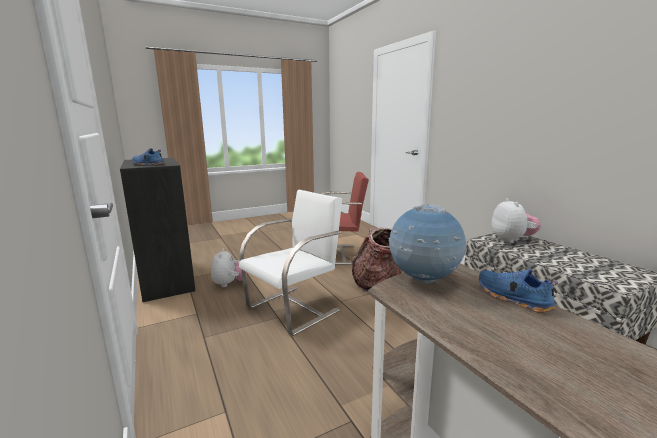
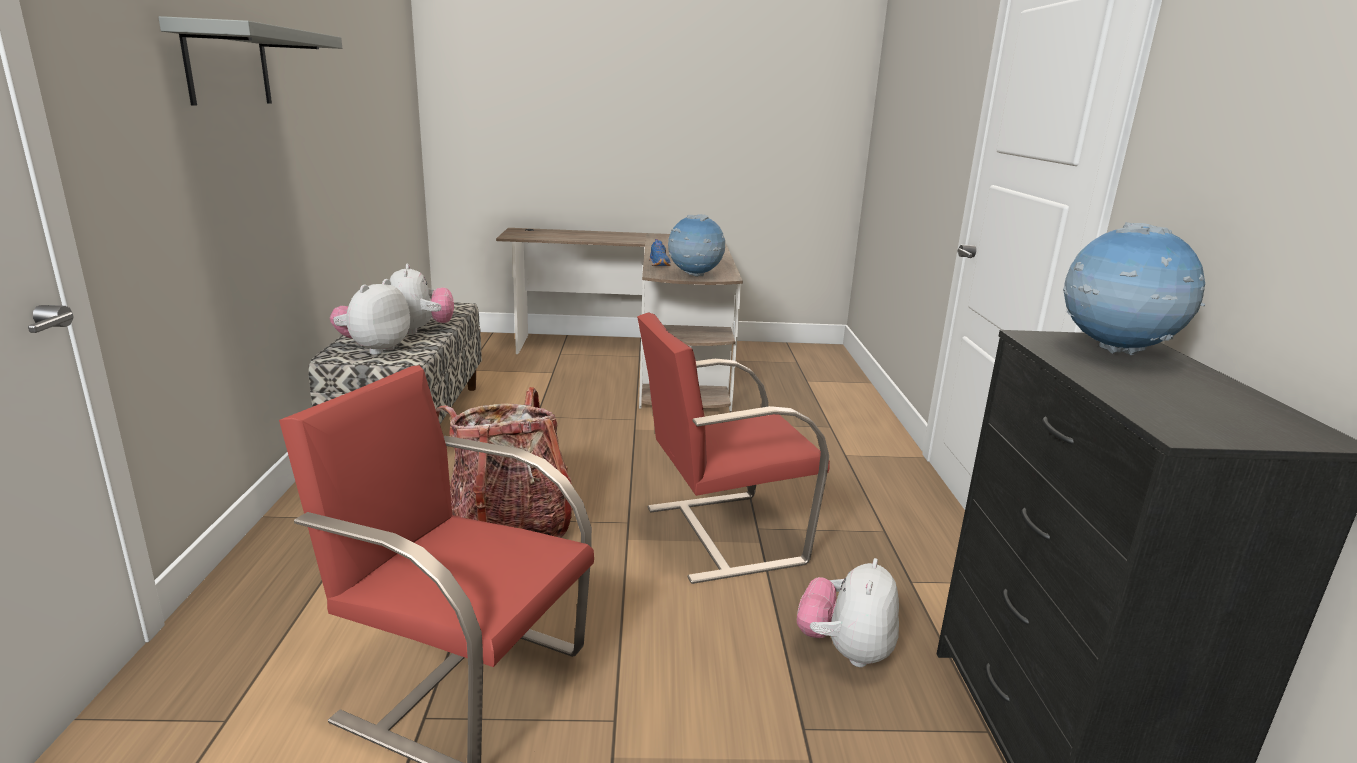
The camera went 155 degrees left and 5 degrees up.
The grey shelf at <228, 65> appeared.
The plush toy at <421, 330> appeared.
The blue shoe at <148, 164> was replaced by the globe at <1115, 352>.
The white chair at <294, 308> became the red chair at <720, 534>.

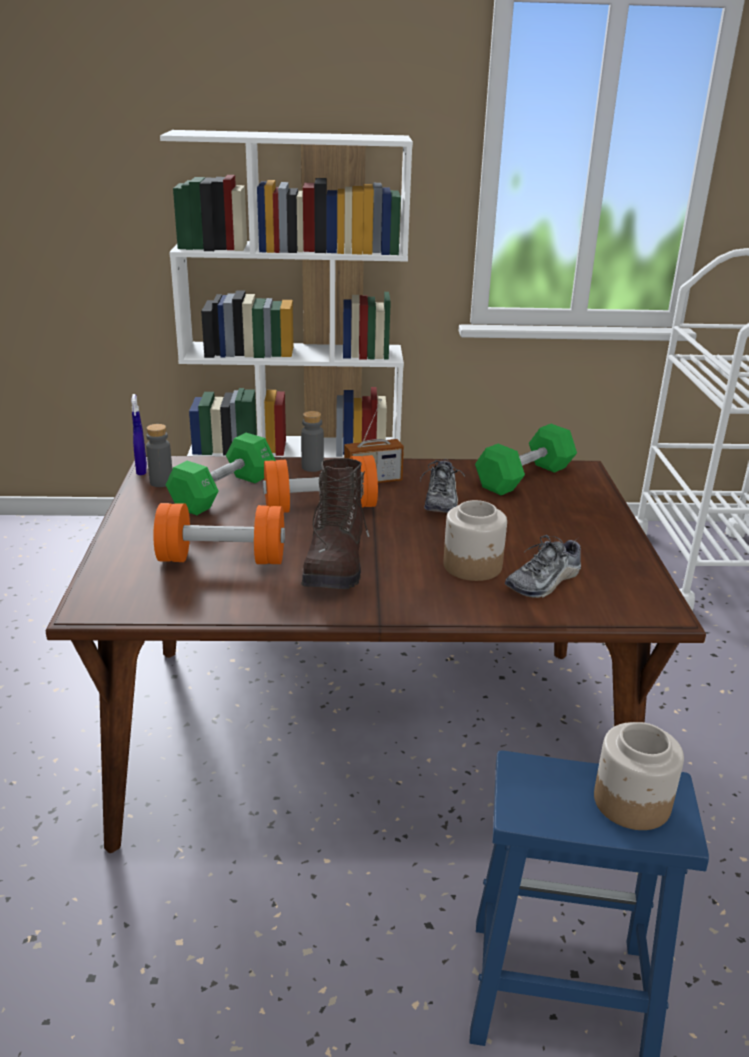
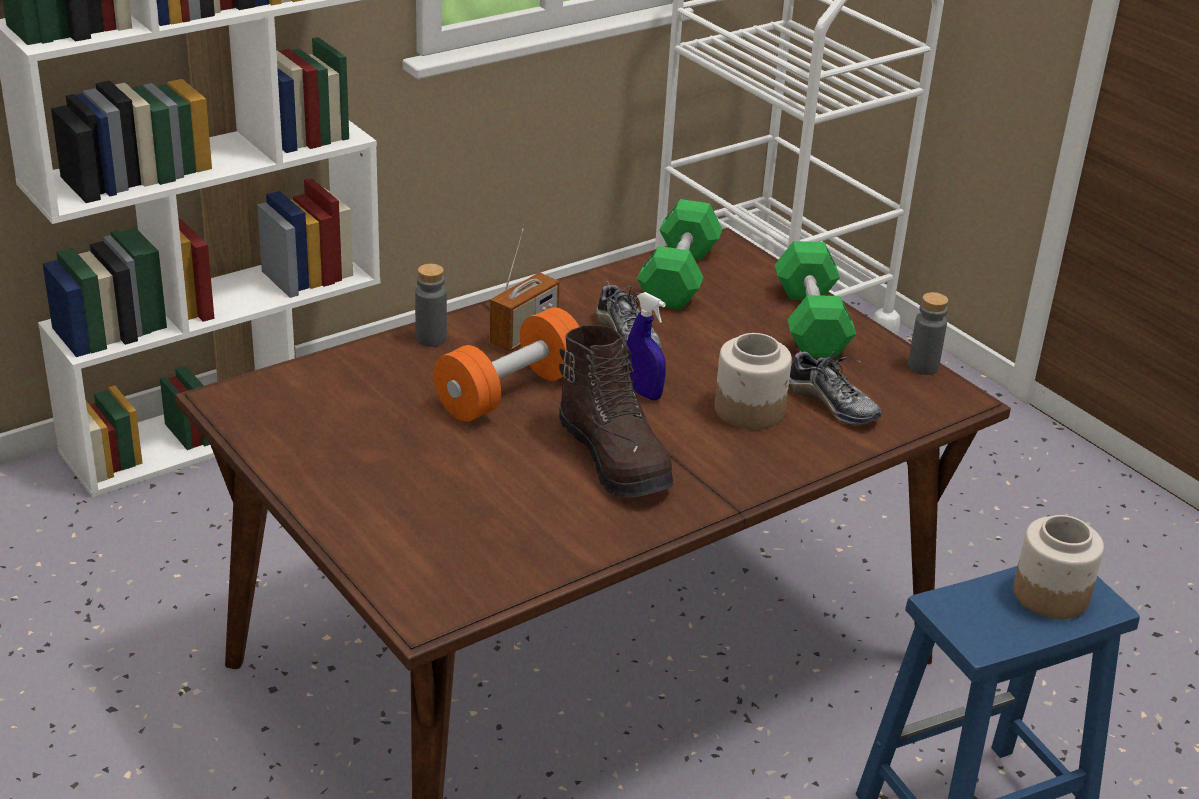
The camera went 35 degrees left and 5 degrees up.
The orange dumbbell at <222, 559> disappeared.
The blue spray bottle moved from <141, 470> to <643, 393>.
The grey bottle moved from <161, 482> to <923, 367>.
The green dumbbell moved from <223, 492> to <811, 322>.
The shoe at <544, 582> turned 60 degrees counterclockwise.

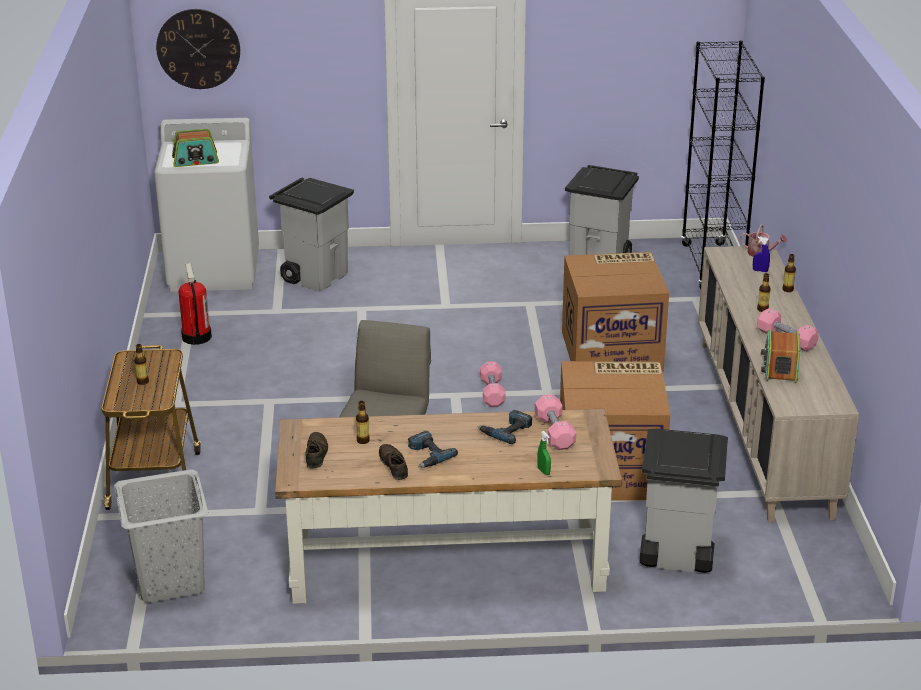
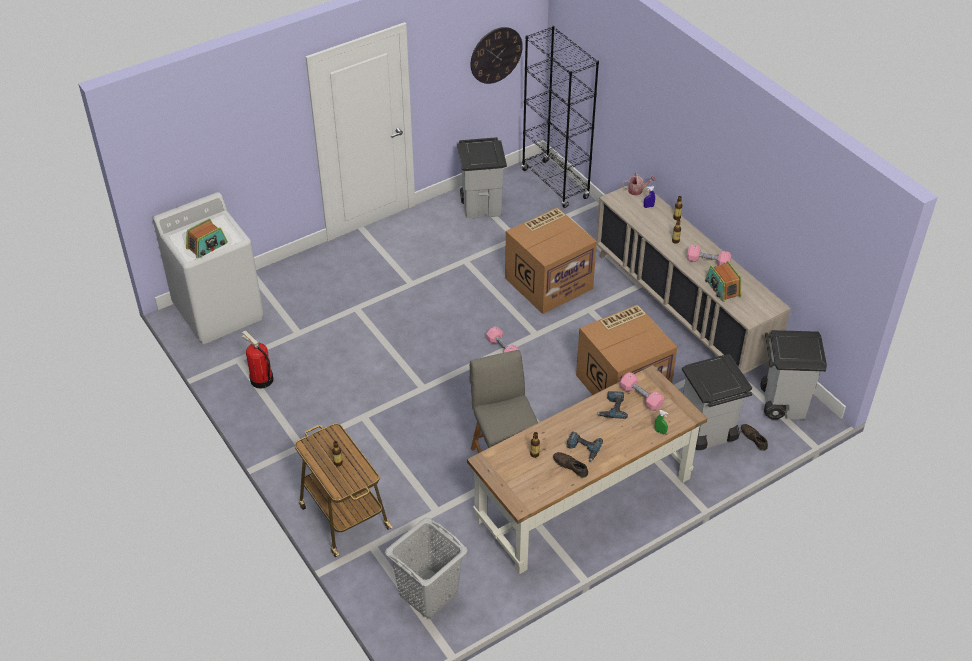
The camera went 30 degrees left and 15 degrees up.
The wall clock moved from <198, 49> to <496, 55>.
The grey trash can moved from <316, 276> to <782, 403>.
The brown shoe moved from <316, 454> to <754, 438>.

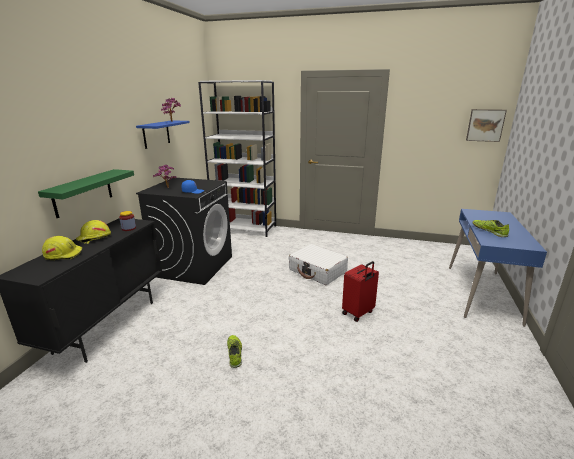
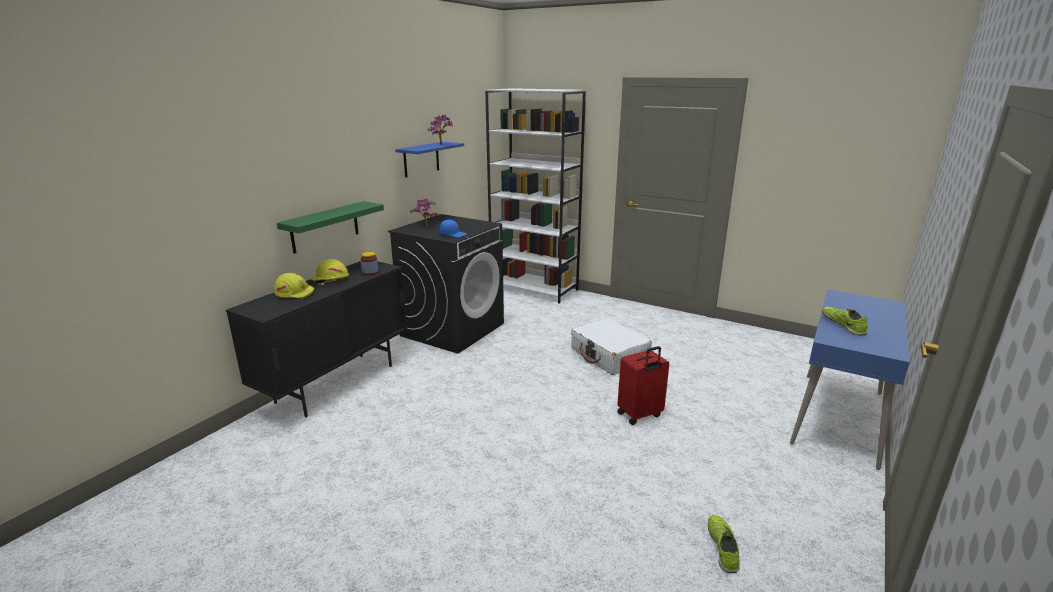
The camera went 15 degrees right and 0 degrees up.
The picture at <485, 125> disappeared.
The shoe moved from <234, 353> to <722, 547>.

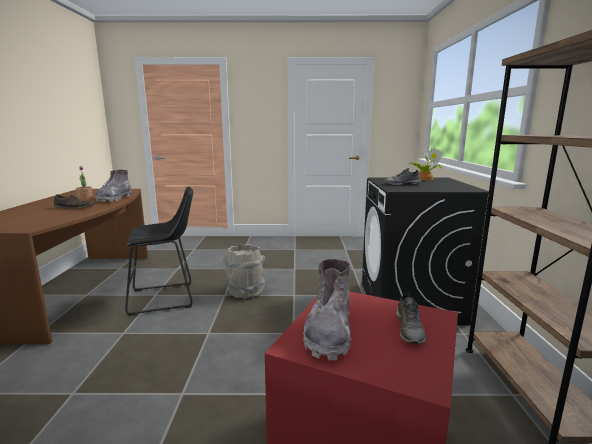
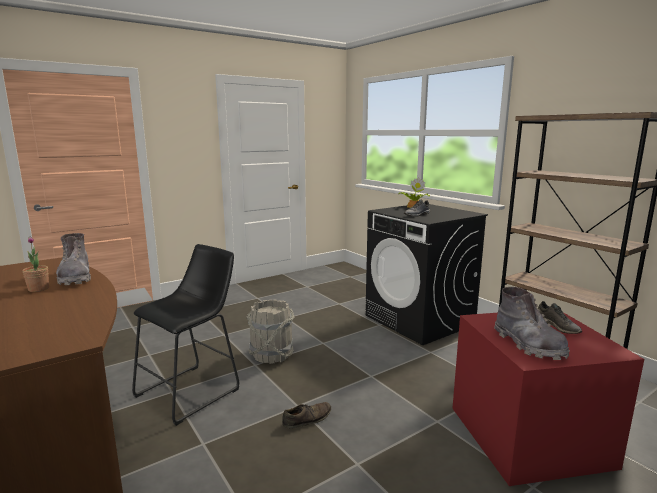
The camera went 35 degrees left and 0 degrees up.
The brown shoe moved from <74, 207> to <307, 419>.

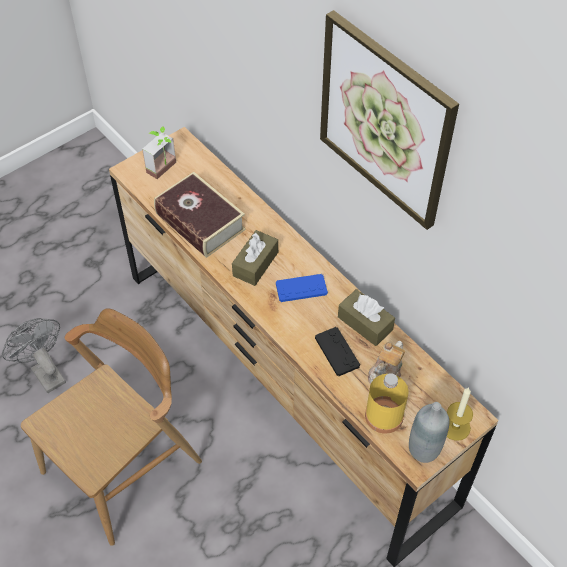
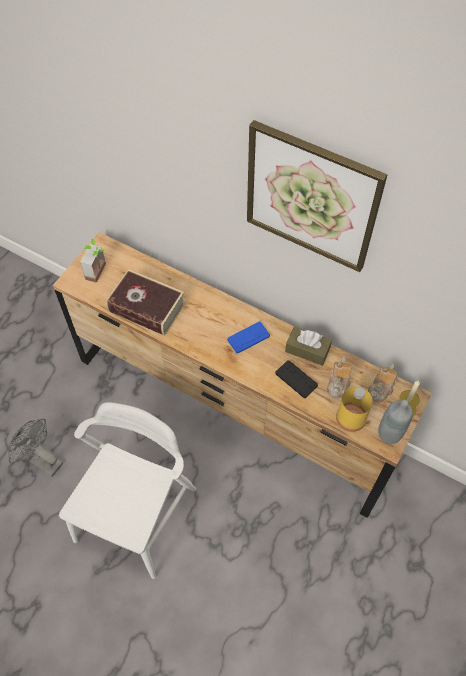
The camera went 20 degrees left and 5 degrees up.
The brown tissue box at <255, 264> disappeared.
The teapot at <381, 389> appeared.
The brown chair at <123, 467> became the white chair at <137, 514>.

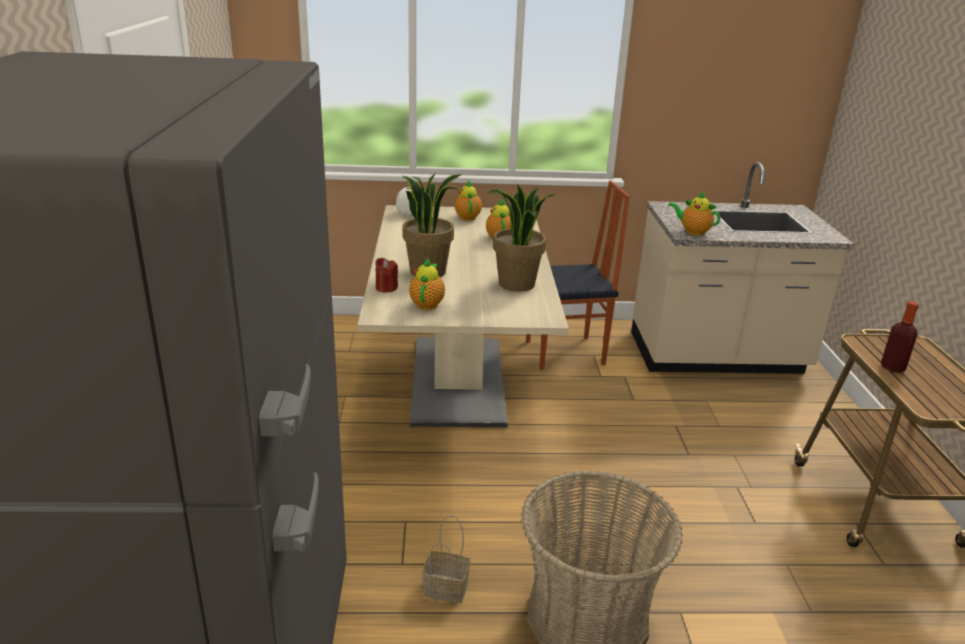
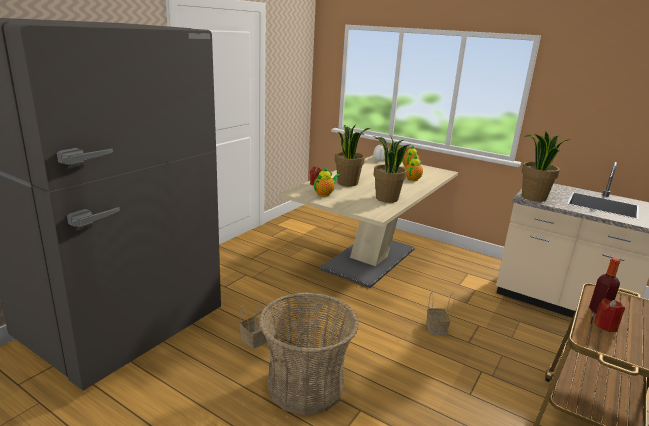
The camera went 35 degrees right and 5 degrees down.
The chair at <566, 353> disappeared.
The basket at <437, 329> appeared.
The red candle at <605, 326> appeared.
The teapot at <693, 232> was replaced by the potted plant at <534, 197>.

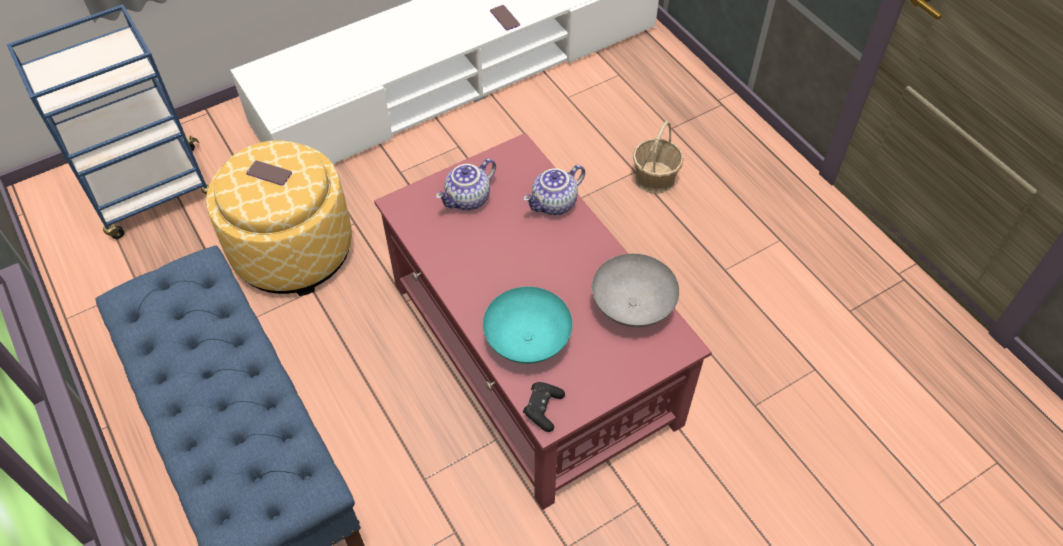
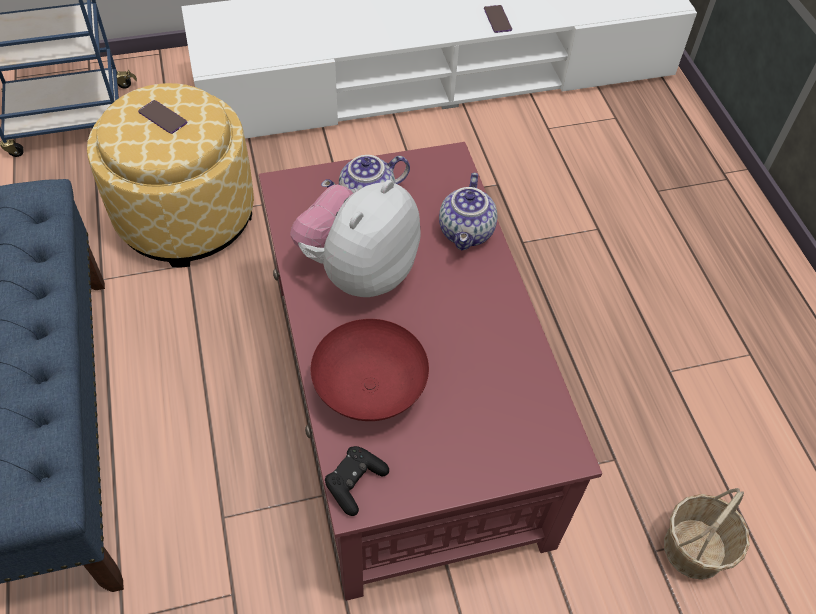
The camera went 15 degrees right and 0 degrees up.
The grey bowl at <631, 307> disappeared.
The plush toy at <358, 271> appeared.
The basket moved from <655, 178> to <695, 549>.
The turquoise bowl at <526, 340> became the red bowl at <369, 388>.
The teapot at <554, 204> turned 60 degrees counterclockwise.

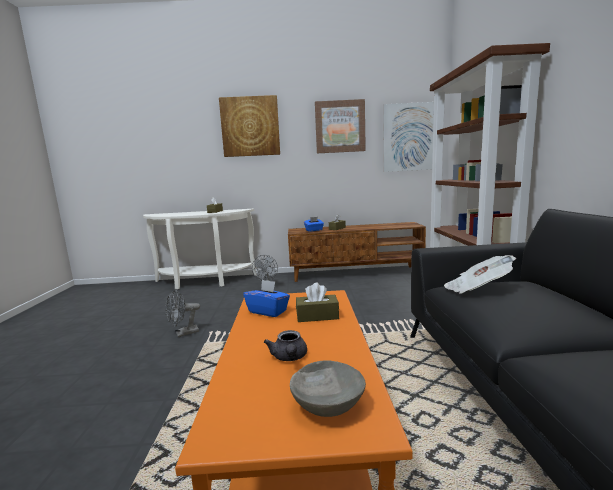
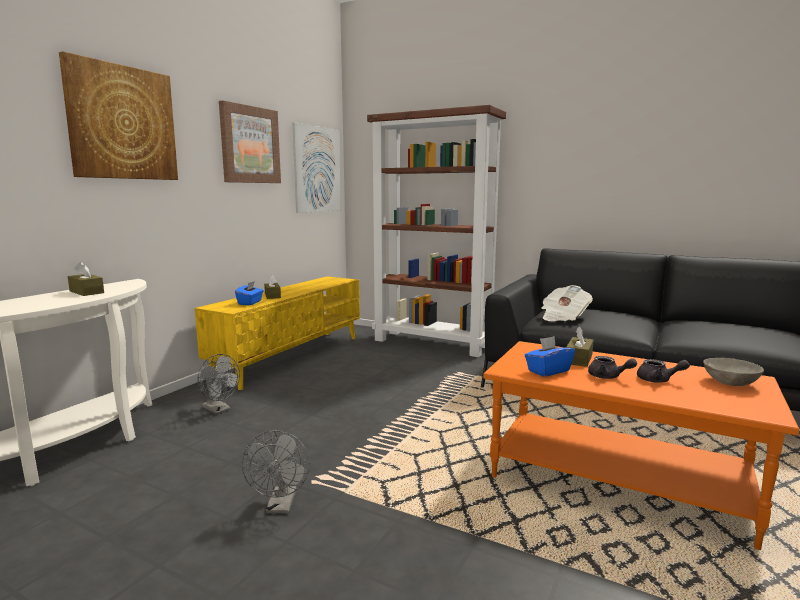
The camera went 60 degrees left and 0 degrees up.
The grey teapot at <608, 377> appeared.
The brown tv stand at <355, 273> became the yellow tv stand at <291, 357>.

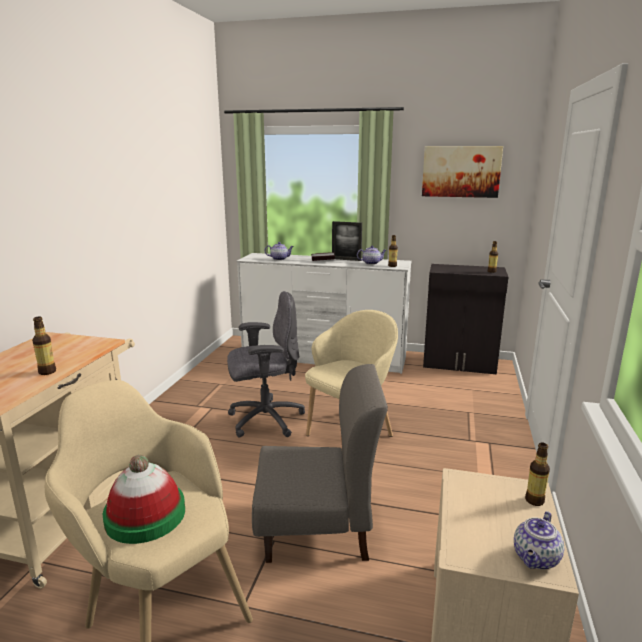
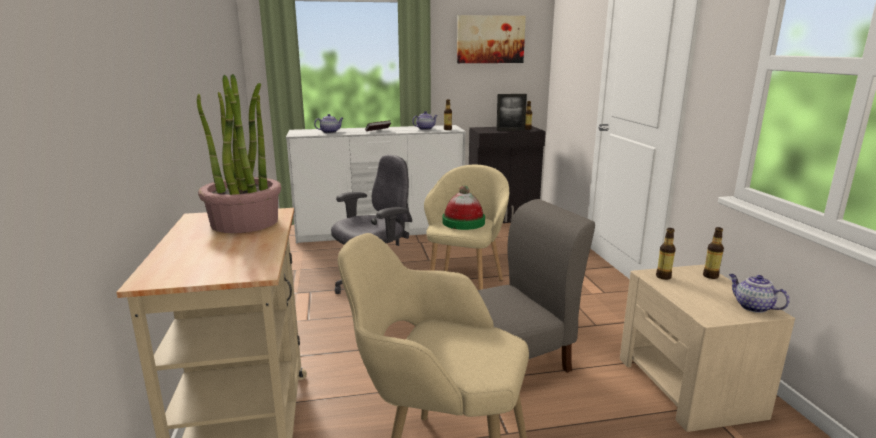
The camera went 25 degrees left and 0 degrees up.
The potted plant at <245, 222> appeared.
The bottle moved from <47, 372> to <663, 277>.
The hat moved from <145, 515> to <463, 222>.
The picture frame moved from <346, 259> to <510, 130>.
The teapot at <536, 559> turned 135 degrees clockwise.

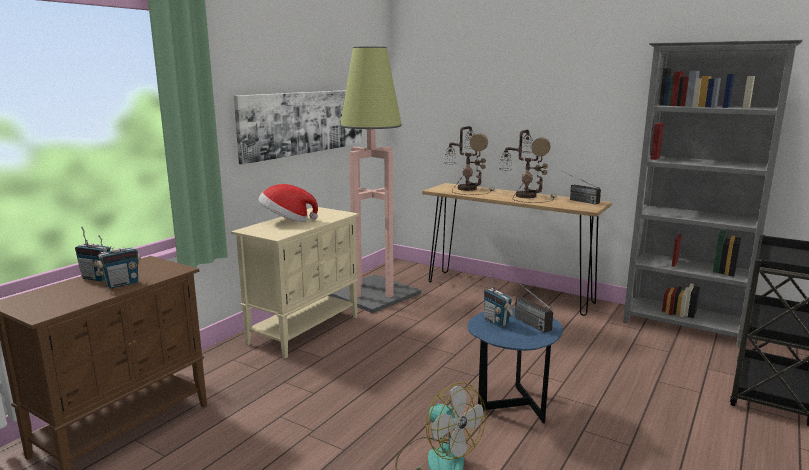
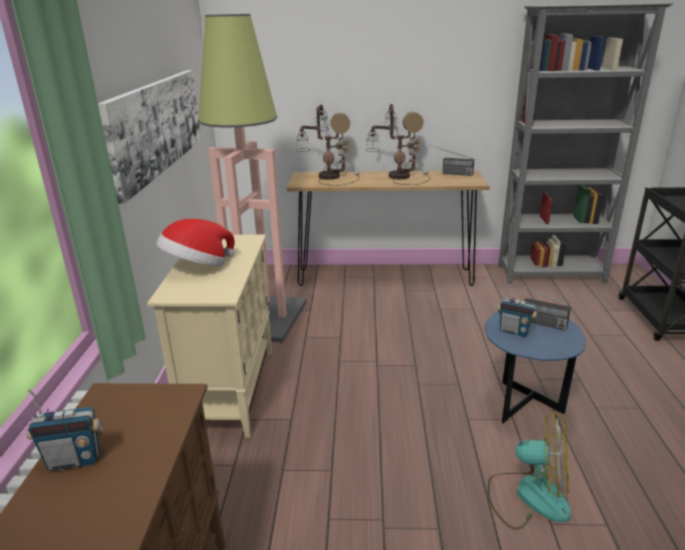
The camera went 30 degrees left and 10 degrees up.
The radio at <122, 284> disappeared.

